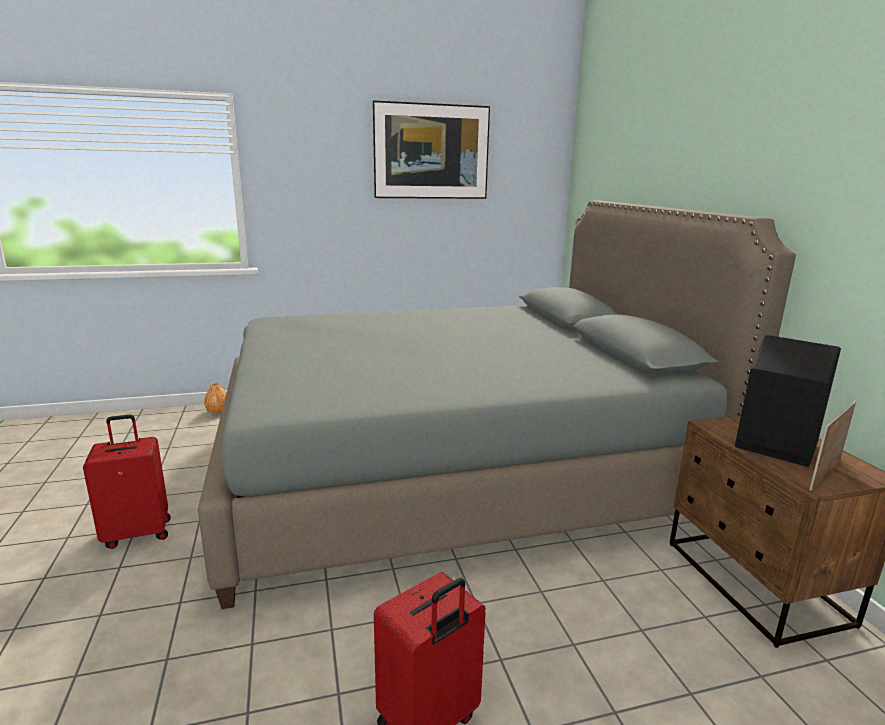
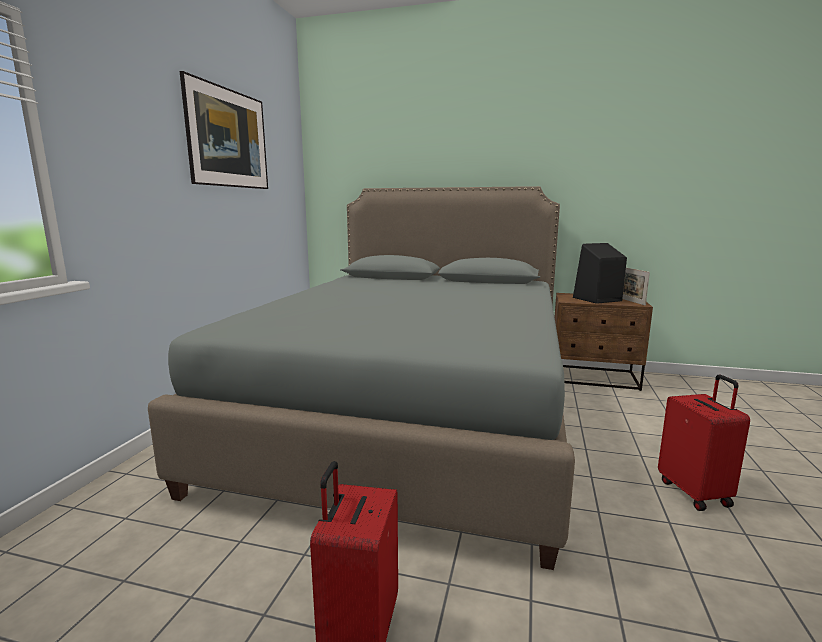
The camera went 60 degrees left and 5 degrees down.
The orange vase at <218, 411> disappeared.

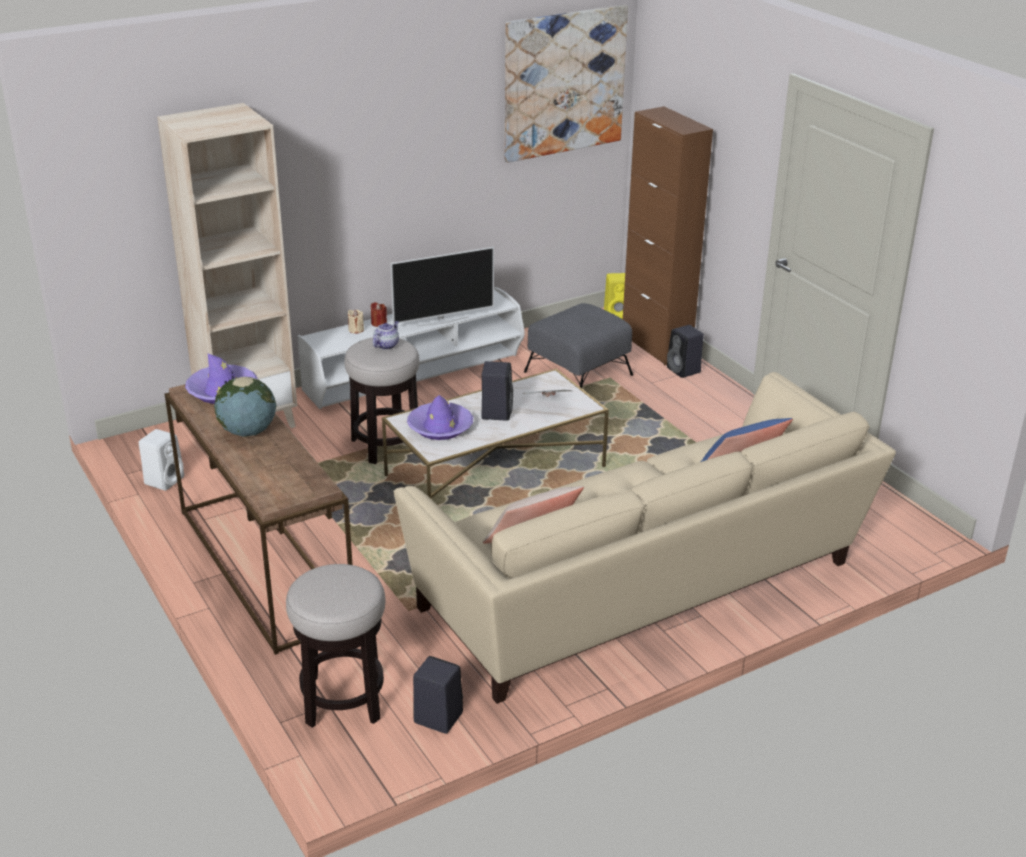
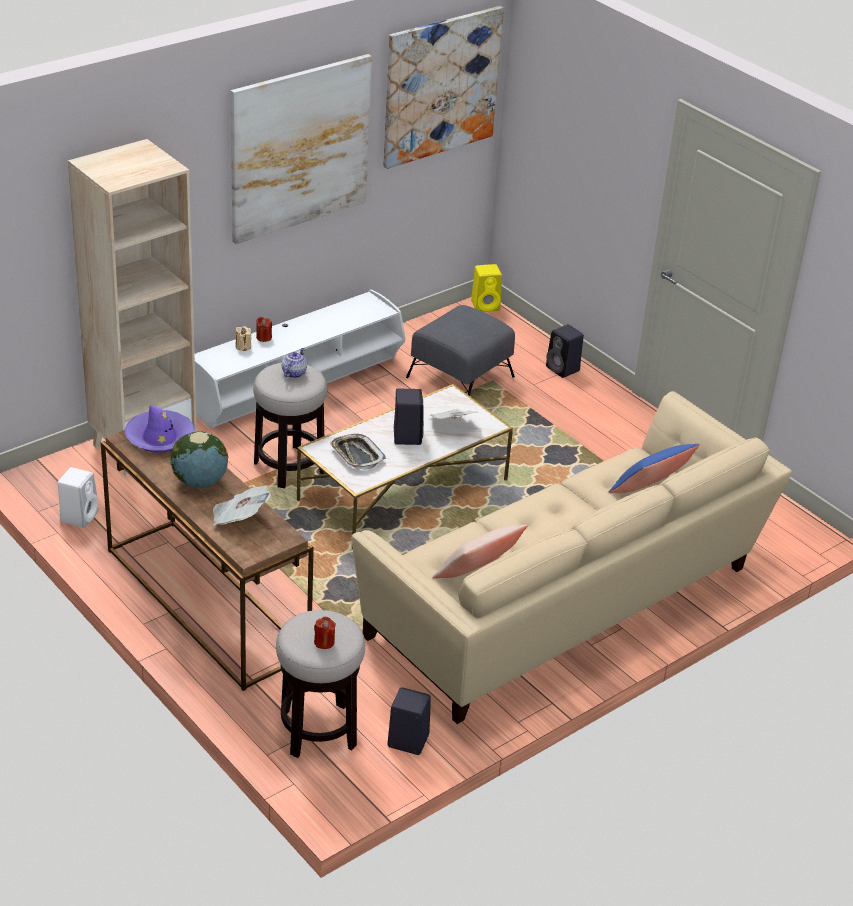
The camera went 10 degrees left and 5 degrees up.
The television at <442, 321> disappeared.
The brown cabinet at <656, 346> disappeared.
The newspaper at <239, 518> appeared.
The picture at <300, 148> appeared.
The red candle at <324, 642> appeared.
The purple hat at <440, 427> was replaced by the tray at <357, 455>.

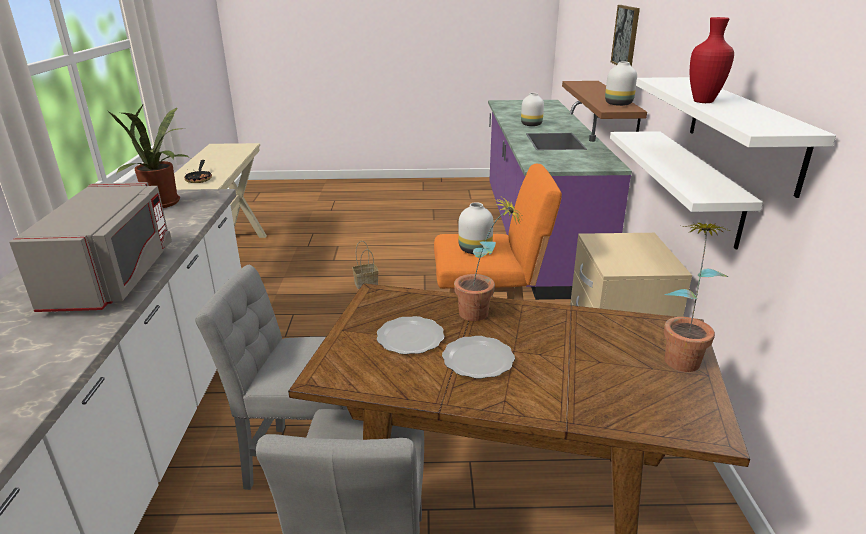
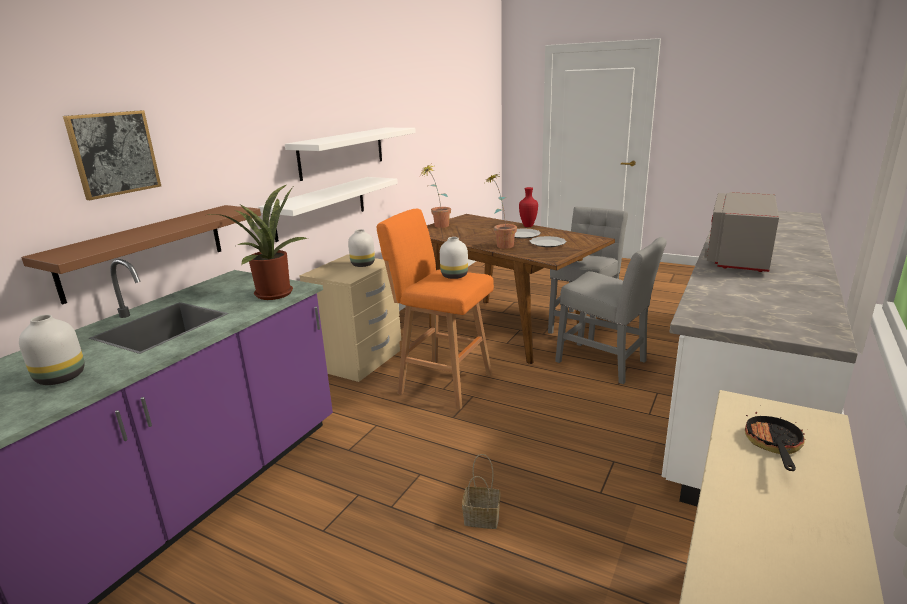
The camera went 150 degrees left and 5 degrees down.
The potted plant moved from <165, 204> to <272, 293>.
The white vase moved from <619, 104> to <362, 264>.
The red vase moved from <702, 102> to <528, 226>.

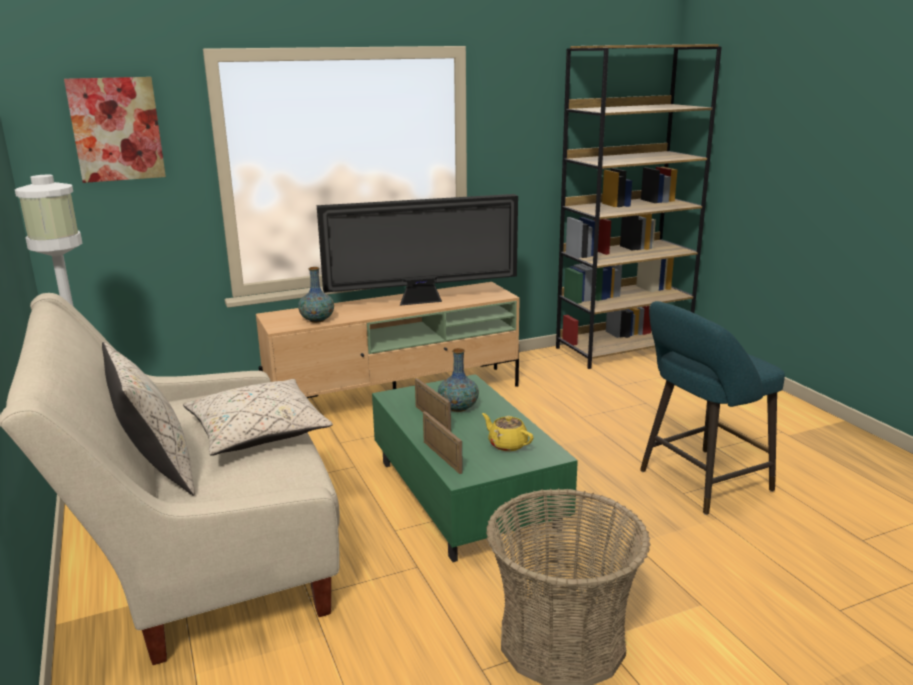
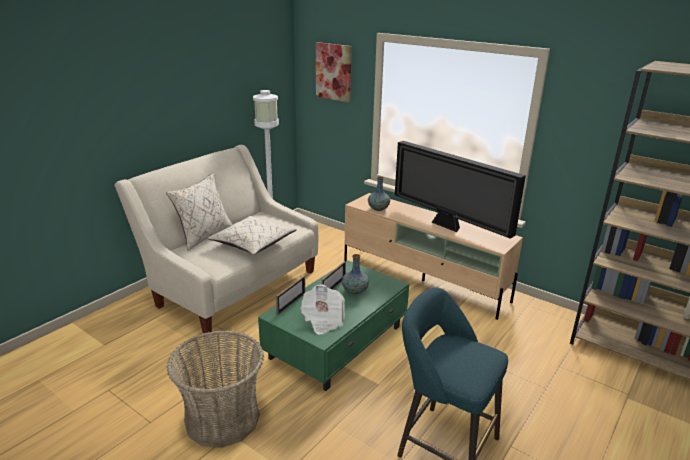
The camera went 60 degrees right and 5 degrees up.
The yellow teapot at <507, 444> was replaced by the newspaper at <323, 320>.

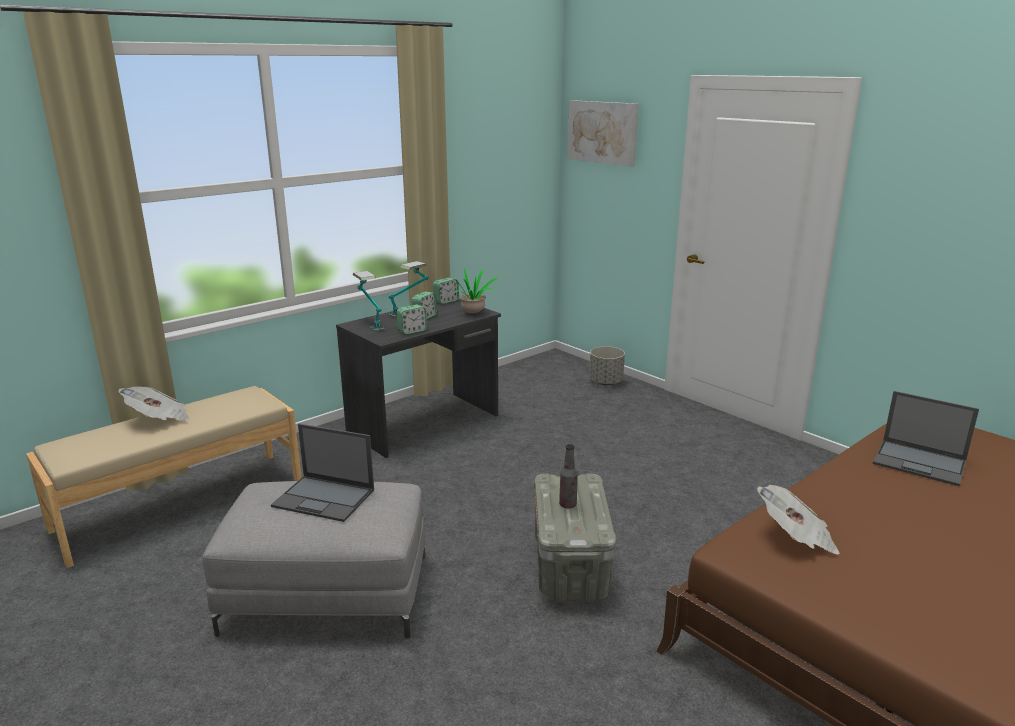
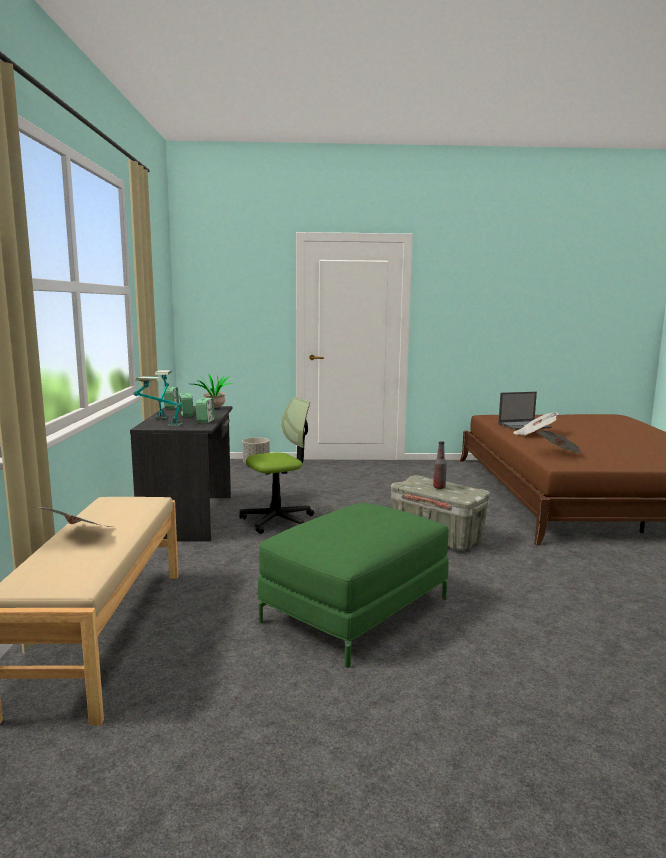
The camera went 50 degrees left and 10 degrees down.
The laptop at <325, 498> disappeared.
The picture at <602, 132> disappeared.
The office chair at <278, 521> appeared.
The newspaper at <534, 435> appeared.
The grey ottoman at <328, 592> became the green ottoman at <355, 609>.

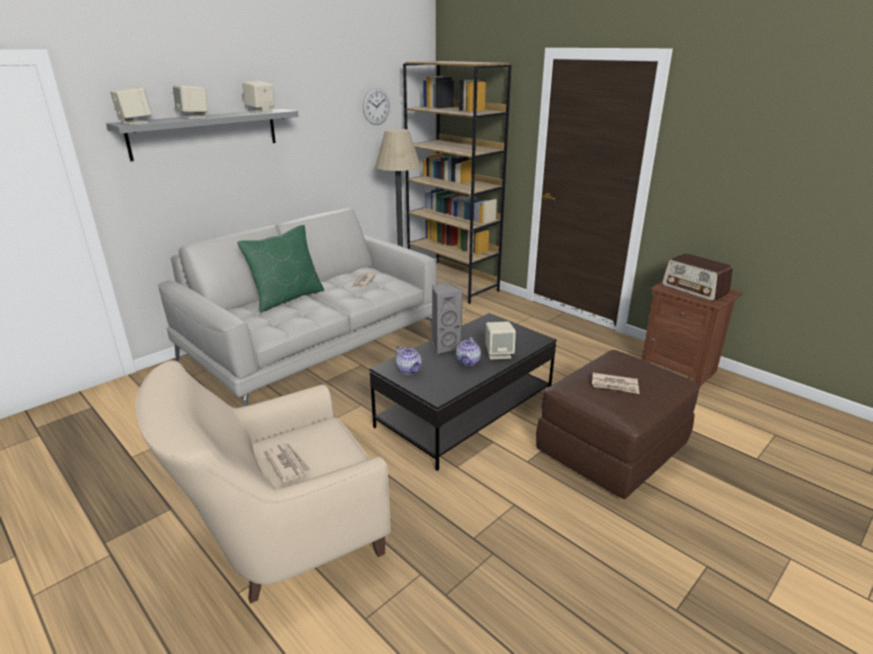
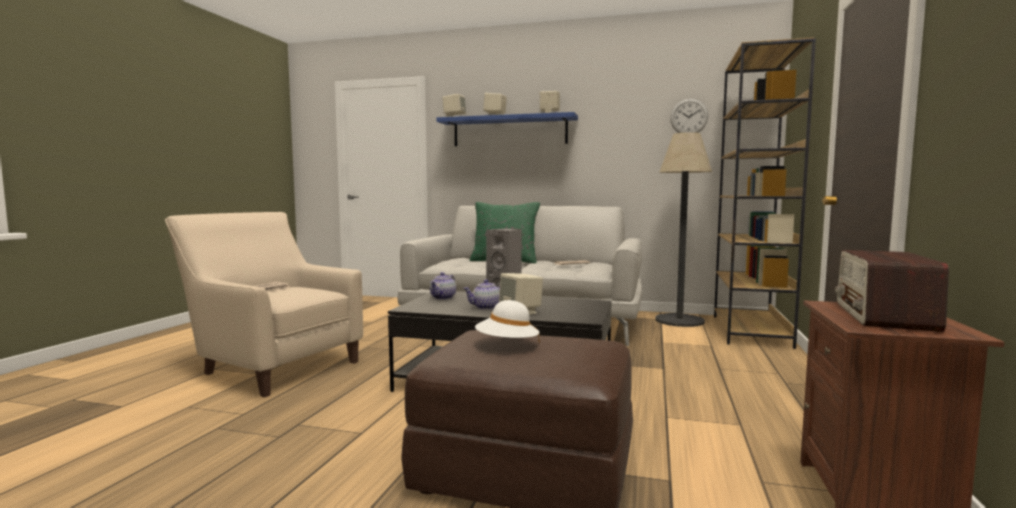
The camera went 60 degrees right and 20 degrees down.
The newspaper at <615, 385> was replaced by the white hat at <507, 345>.
The grey shelf at <205, 133> became the blue shelf at <509, 131>.

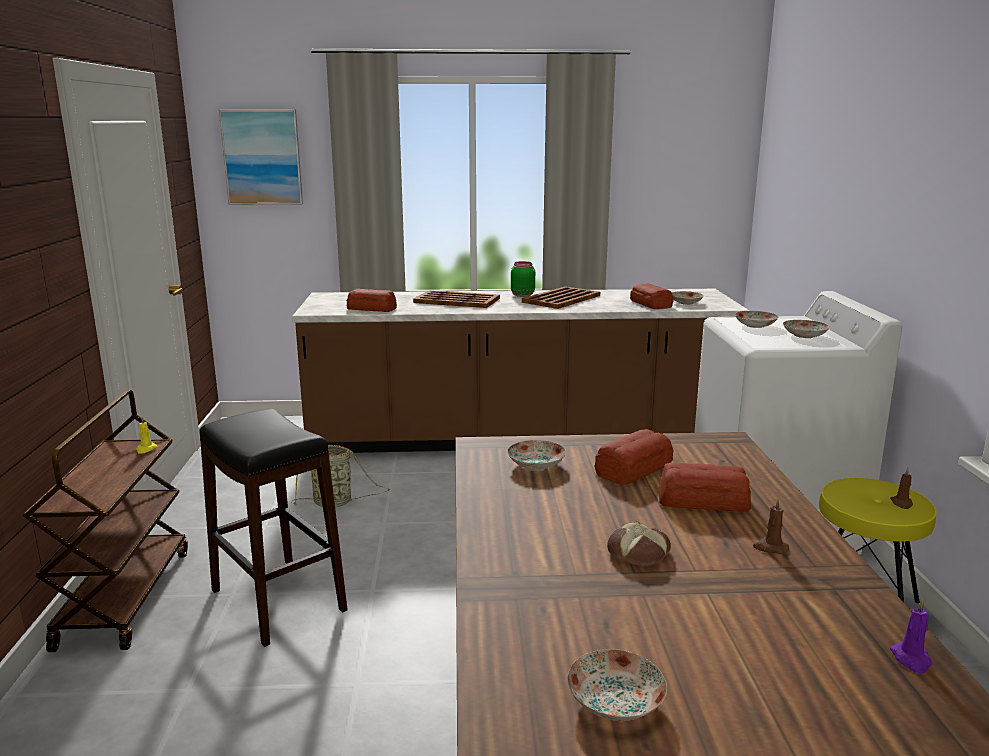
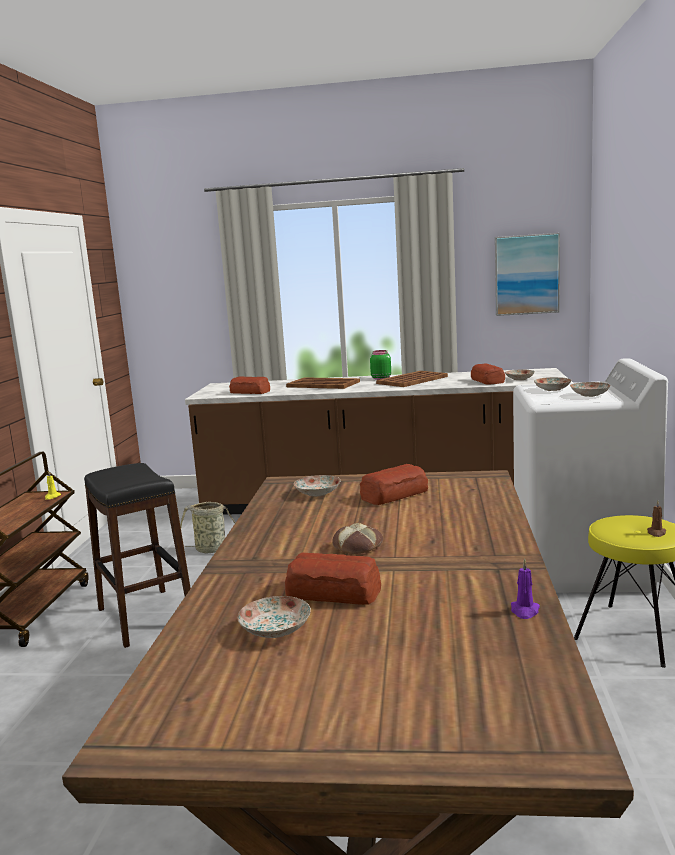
The camera went 10 degrees right and 5 degrees down.
The brown candle at <770, 548> disappeared.
The picture moved from <262, 157> to <526, 274>.
The bread moved from <704, 500> to <334, 593>.

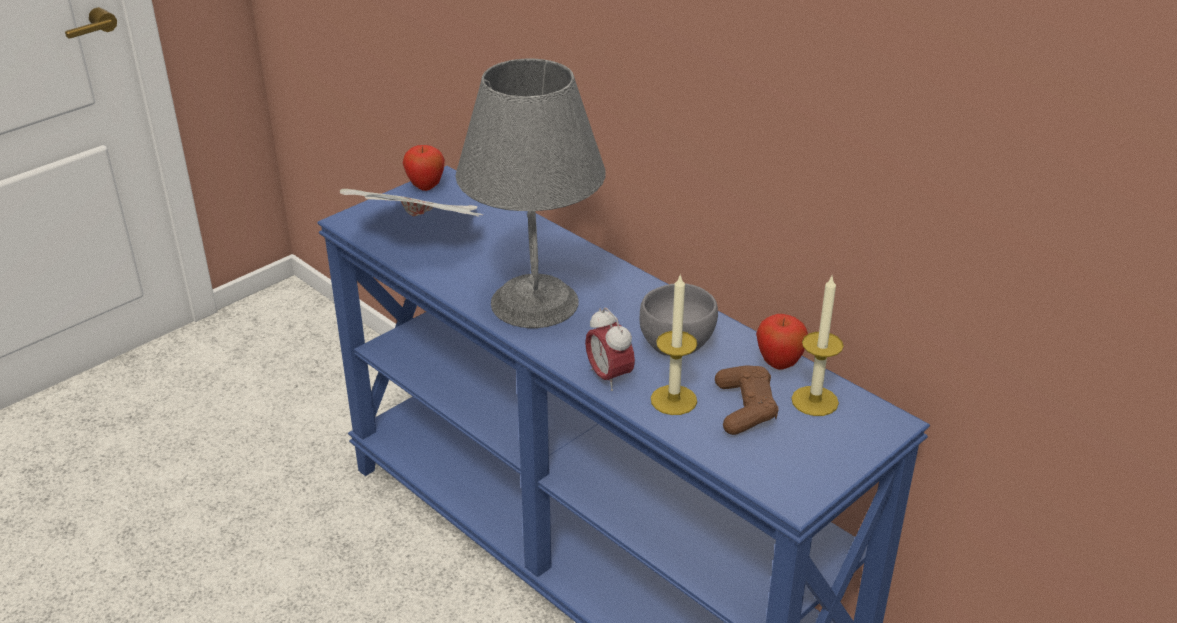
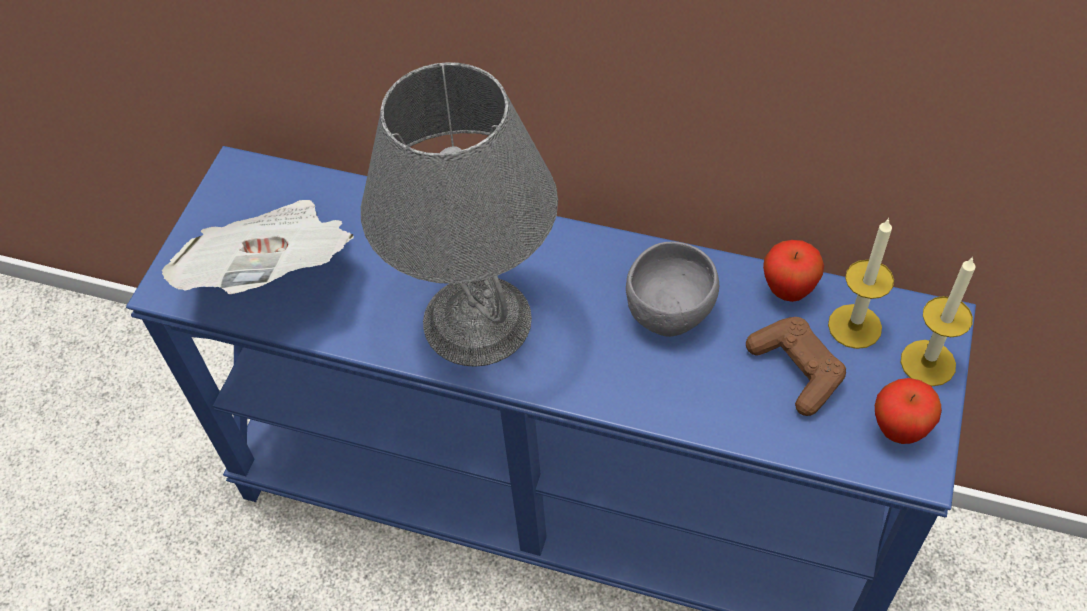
The camera went 25 degrees left and 20 degrees up.
The alarm clock at <609, 377> disappeared.
The apple moved from <425, 187> to <898, 430>.
The candle moved from <673, 400> to <928, 363>.

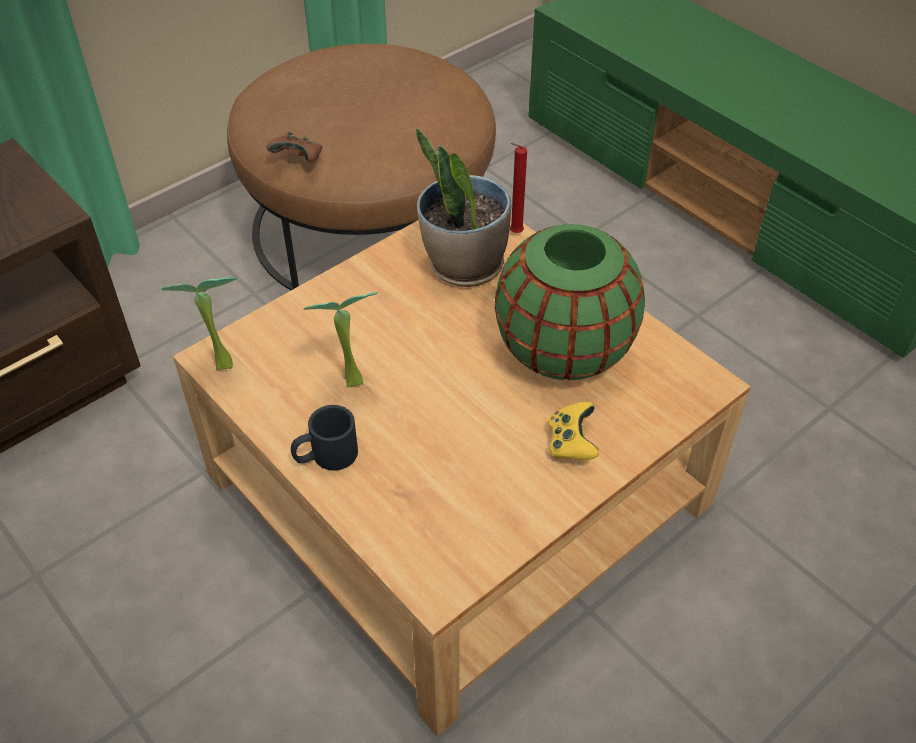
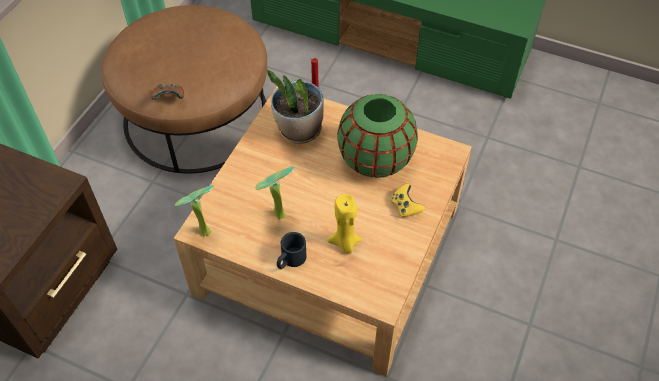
The camera went 25 degrees left and 5 degrees up.
The yellow candle at <345, 243> appeared.

